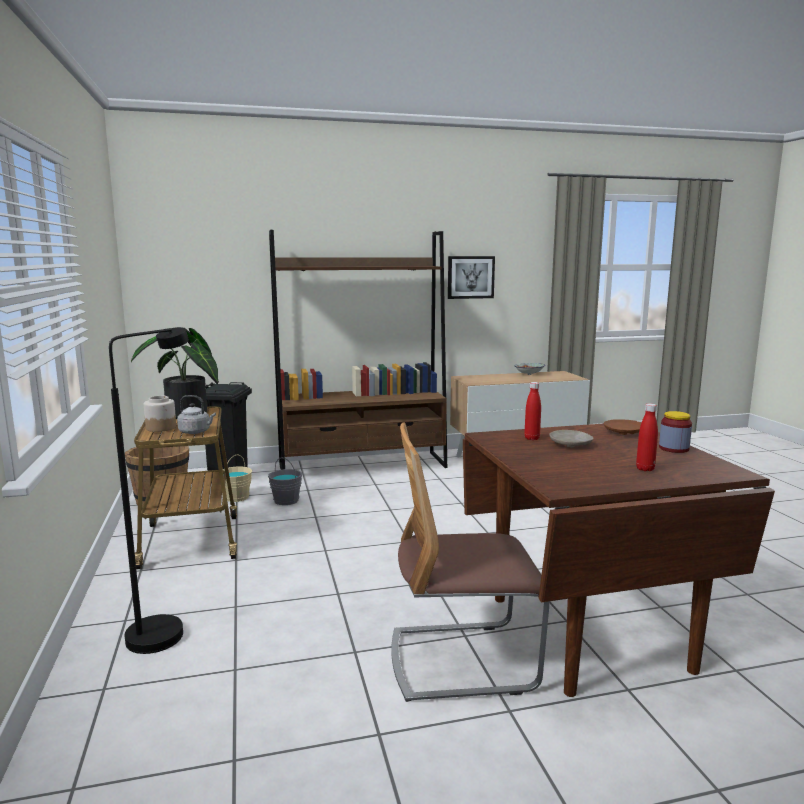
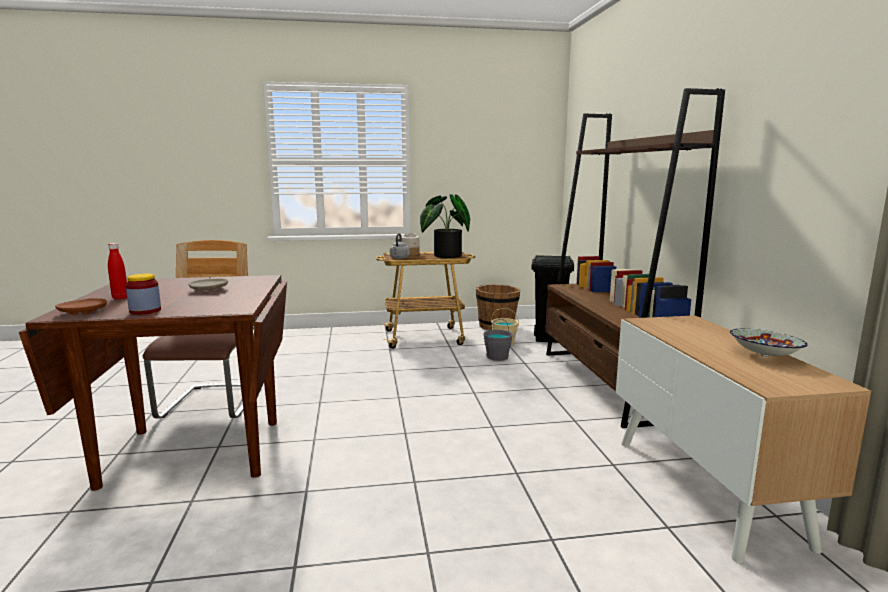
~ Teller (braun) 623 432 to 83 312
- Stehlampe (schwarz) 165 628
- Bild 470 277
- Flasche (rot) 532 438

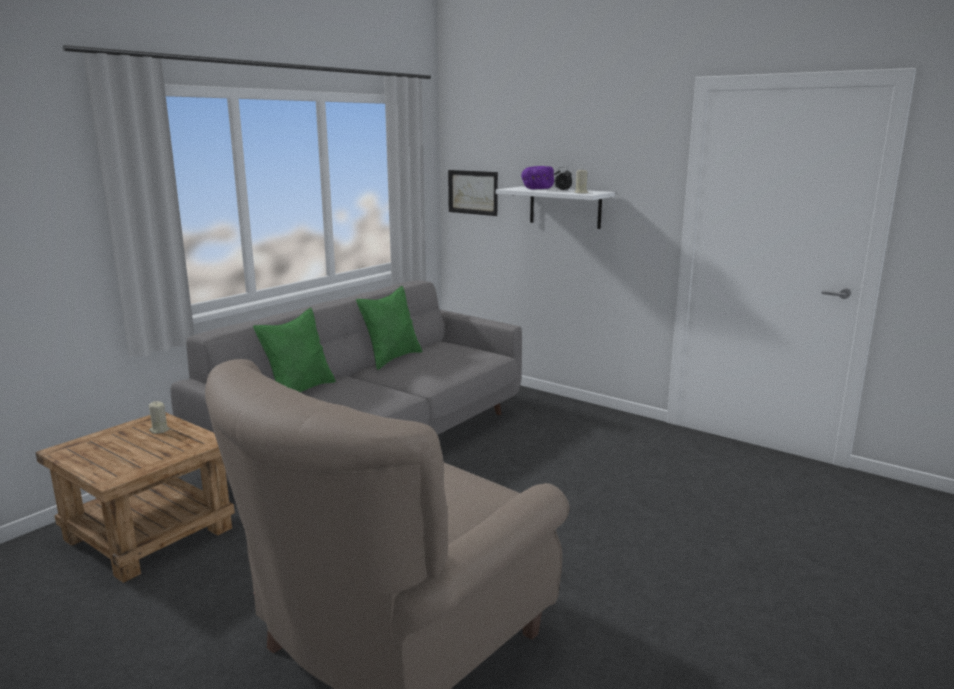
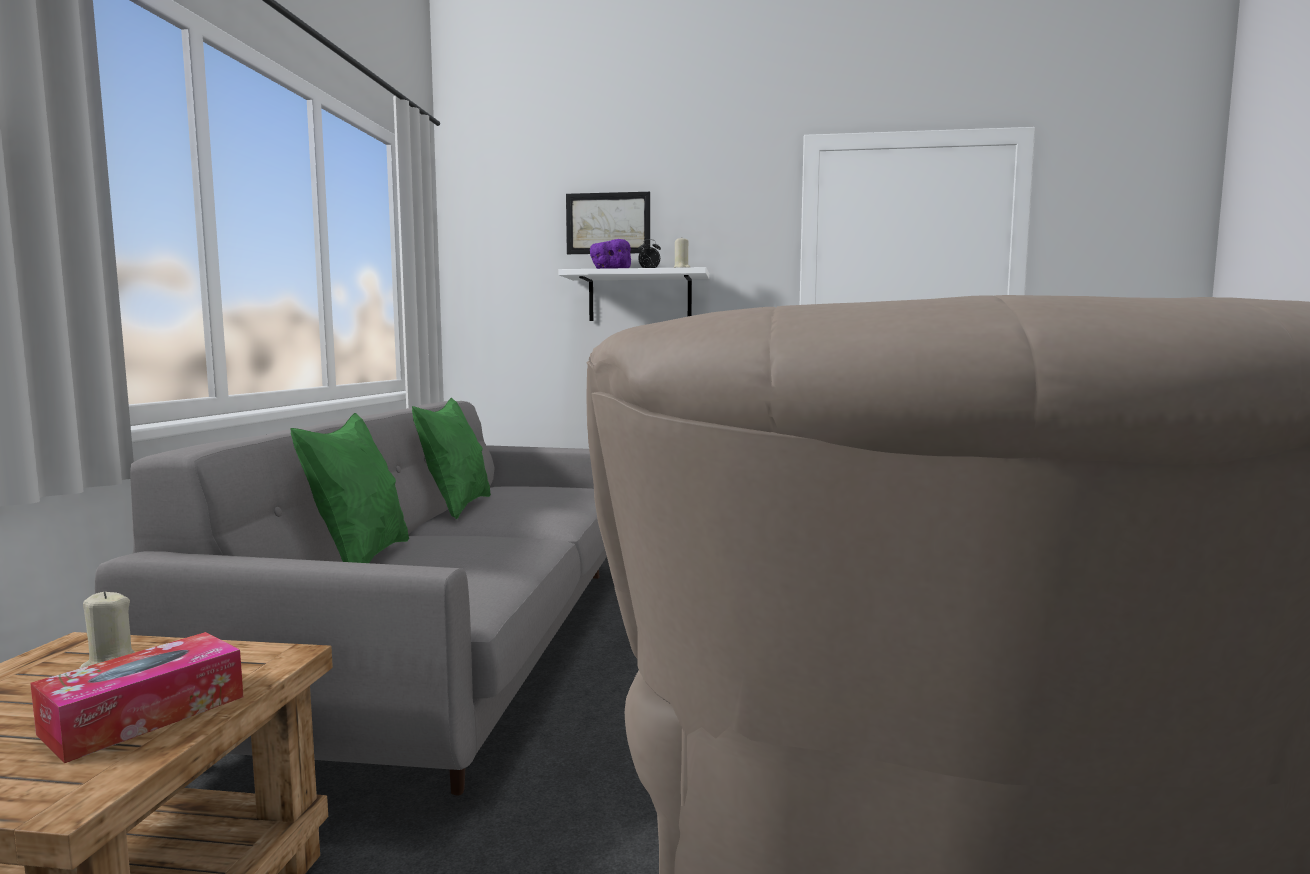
+ Taschentuchbox 145 715
~ Bild 472 192 to 608 223

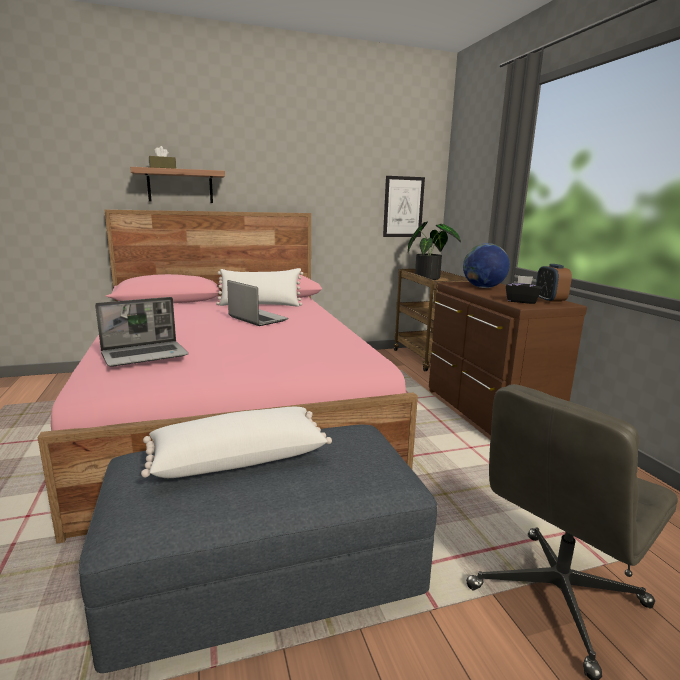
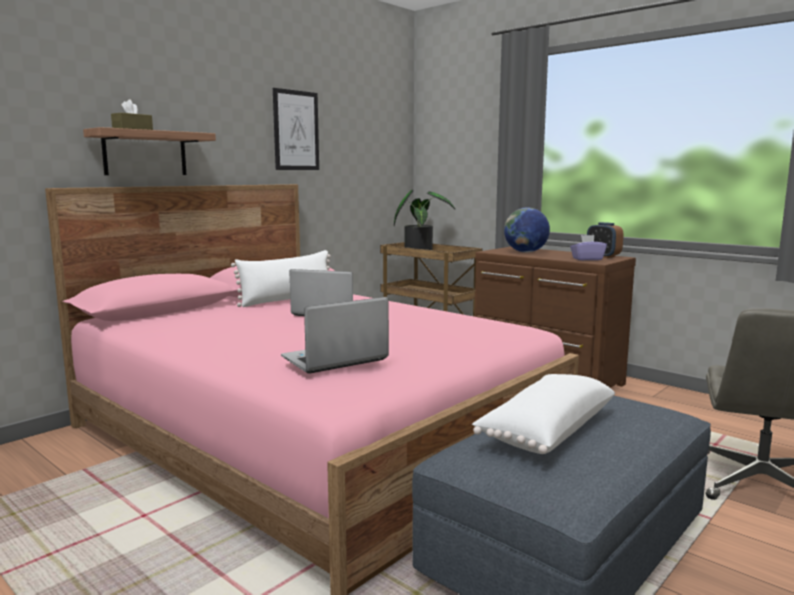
~ Bild 403 207 to 296 130
~ Laptop 146 355 = 334 360 150 degrees counterclockwise
~ Taschentuchbox (schwarz) 521 301 to Taschentuchbox (lila) 587 259

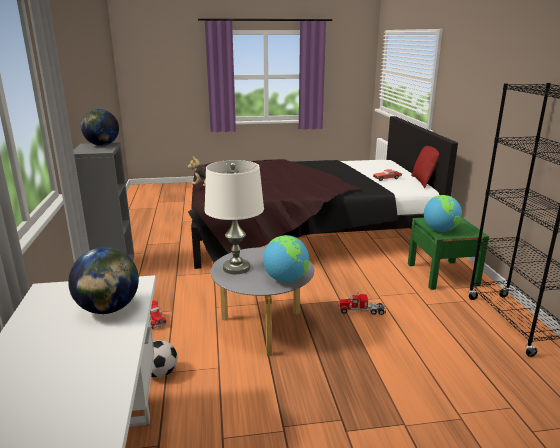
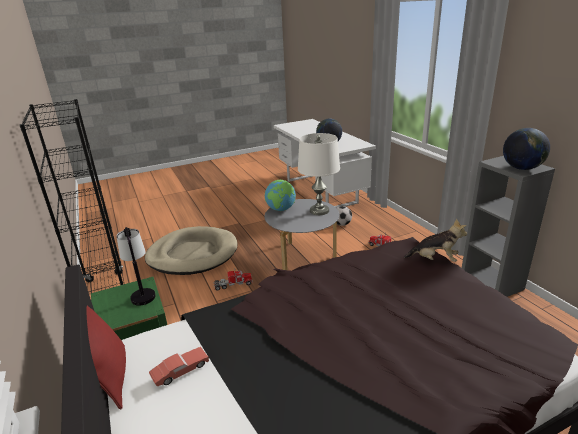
~ Globus 440 230 to Tischlampe 141 292
+ Hundebett (beige) 193 254

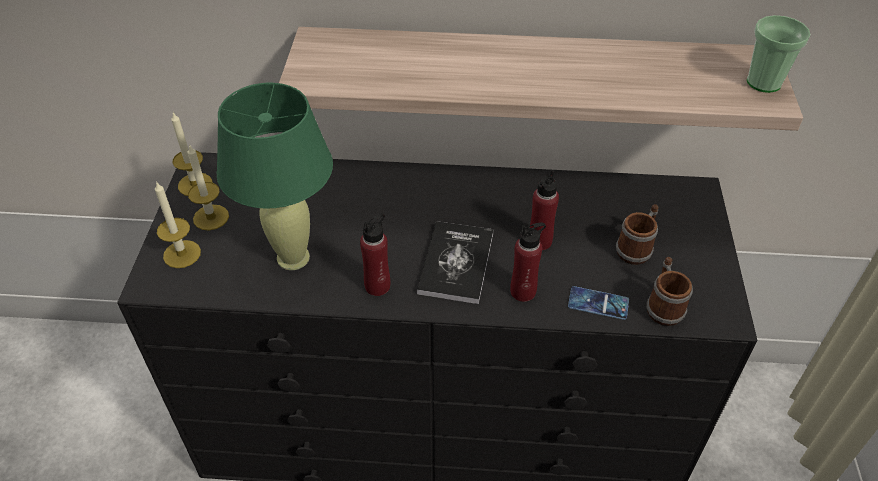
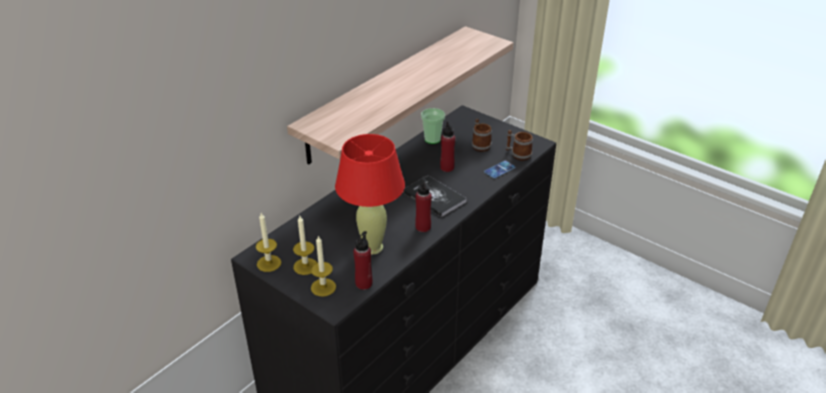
~ Tischlampe (grün) 293 257 to Tischlampe (rot) 372 247
~ Flasche (rot) 523 291 to 364 283
~ Tasse 763 82 to 432 139

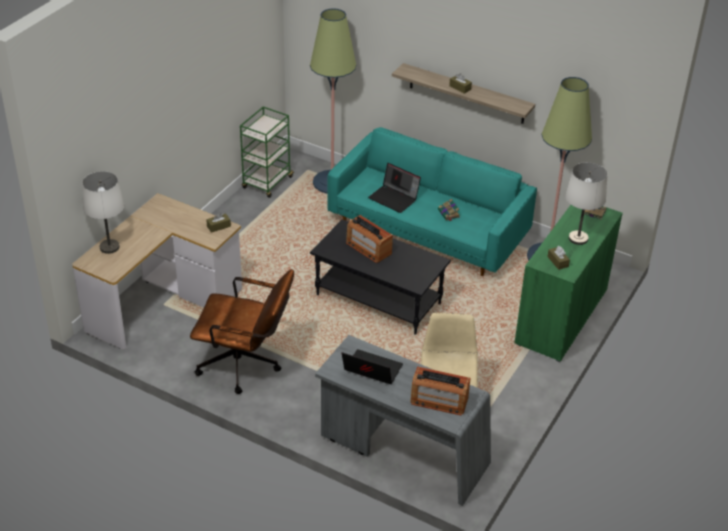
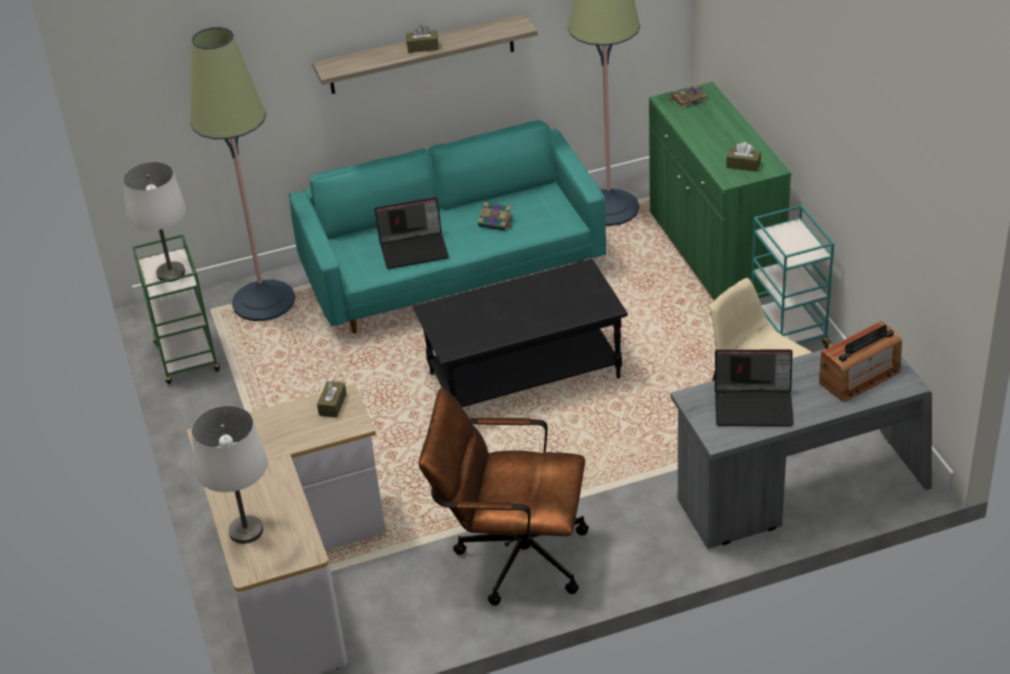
~ Tischlampe (weiß) 578 239 to 171 273
~ Bürostuhl (braun) 246 365 = 511 556 135 degrees counterclockwise
~ Laptop 371 370 = 754 405 150 degrees counterclockwise
+ Rollwagen (türkis) 787 333
- Radio 368 248

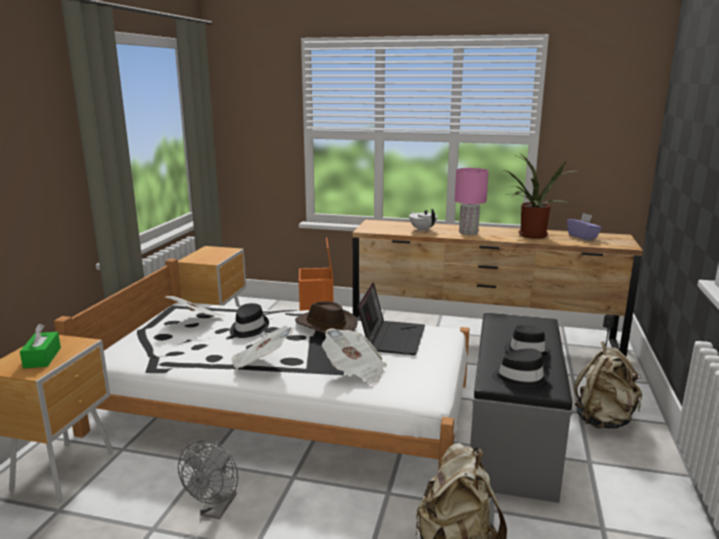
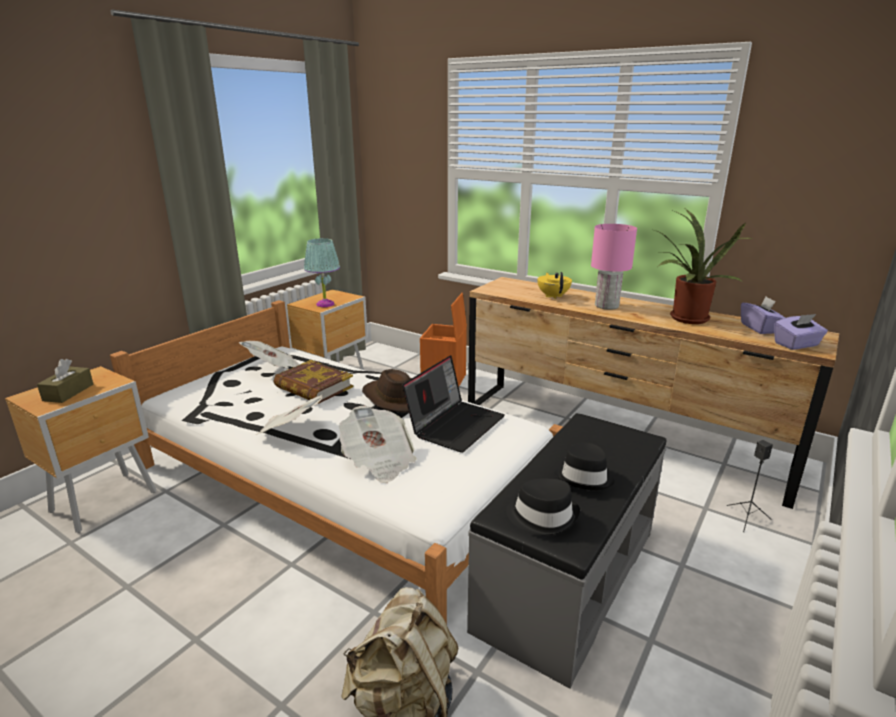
~ Taschentuchbox (grün) 42 357 to Taschentuchbox (braun) 68 392
~ Hut (schwarz) 248 328 to Buch 313 387
+ Tischlampe (türkis) 325 304
~ Teekanne (weiß) 422 230 to Teekanne (gelb) 553 296
+ Taschentuchbox (lila) 796 345
- Ventilator (grau) 216 510
- Rucksack (beige) 604 420

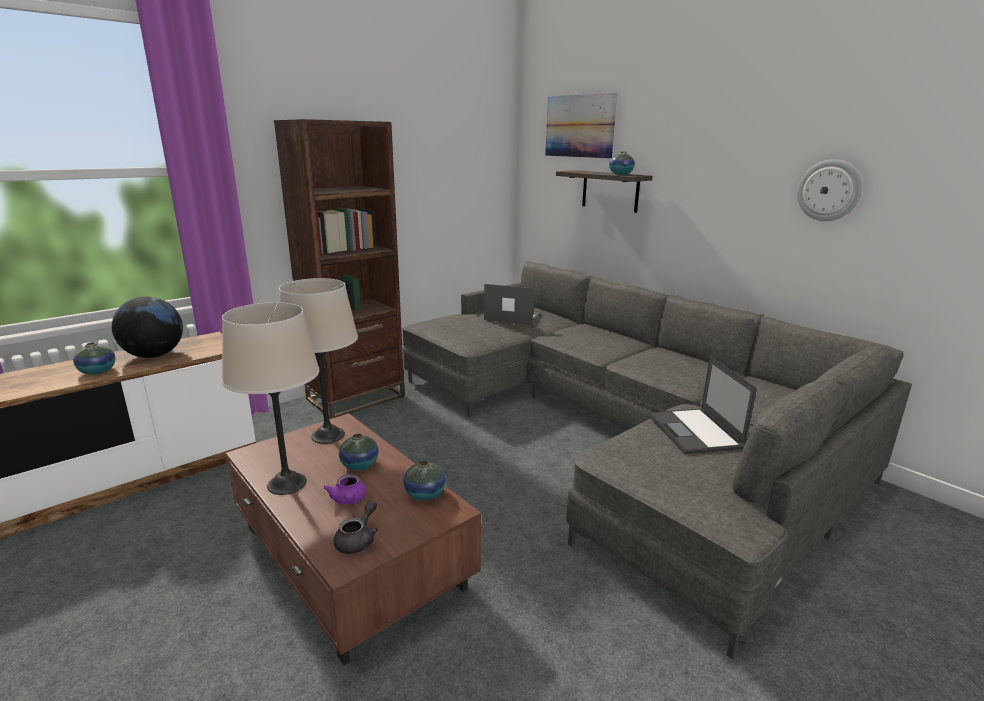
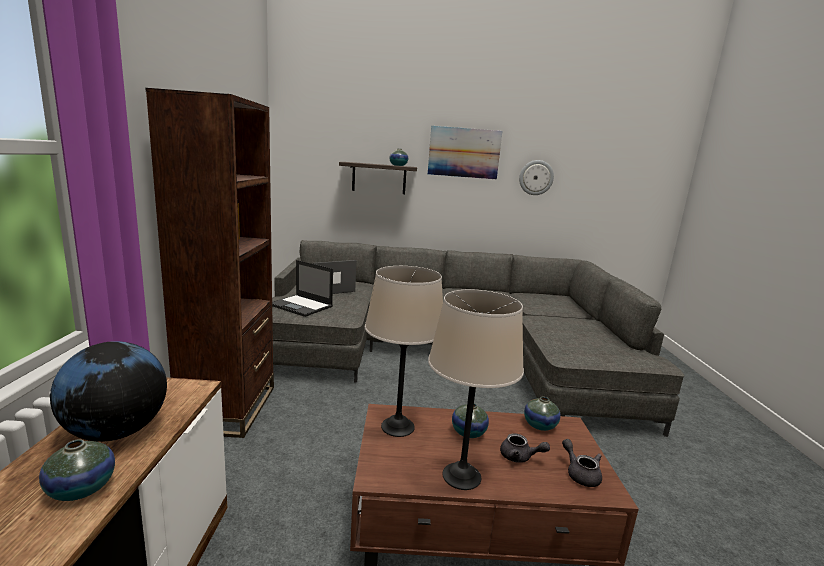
~ Laptop 695 432 to 301 306
~ Bild 579 126 to 464 152
~ Teekanne (lila) 348 500 to Teekanne (grau) 520 457

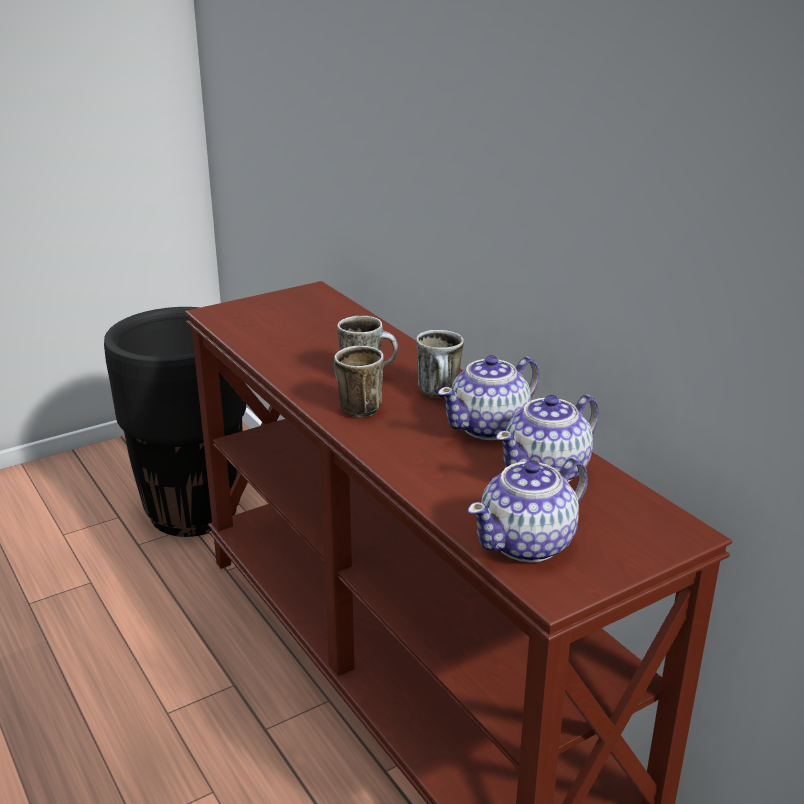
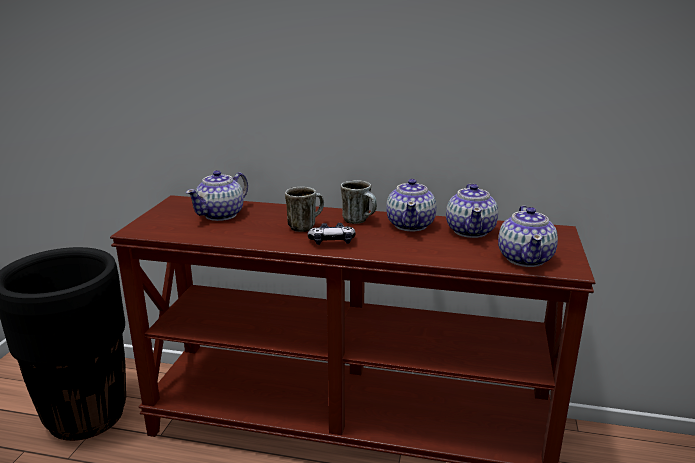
+ Teekanne 221 215
~ Henkelbecher 354 407 to Gamepad 332 242

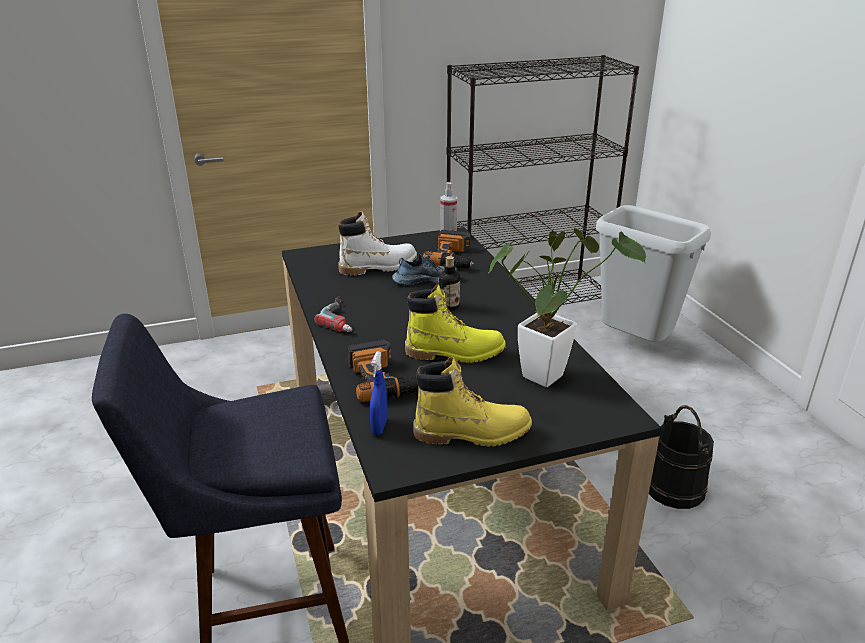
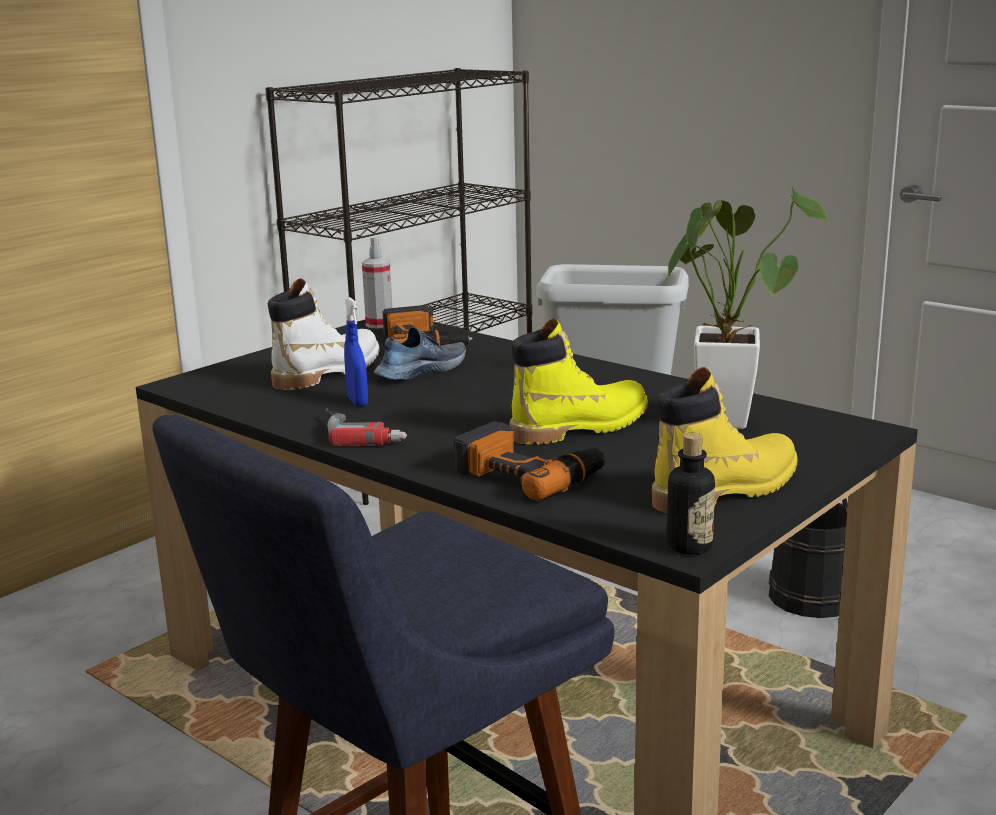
~ Sprühflasche (blau) 379 426 to 357 402
~ Flasche 449 306 to 689 546

